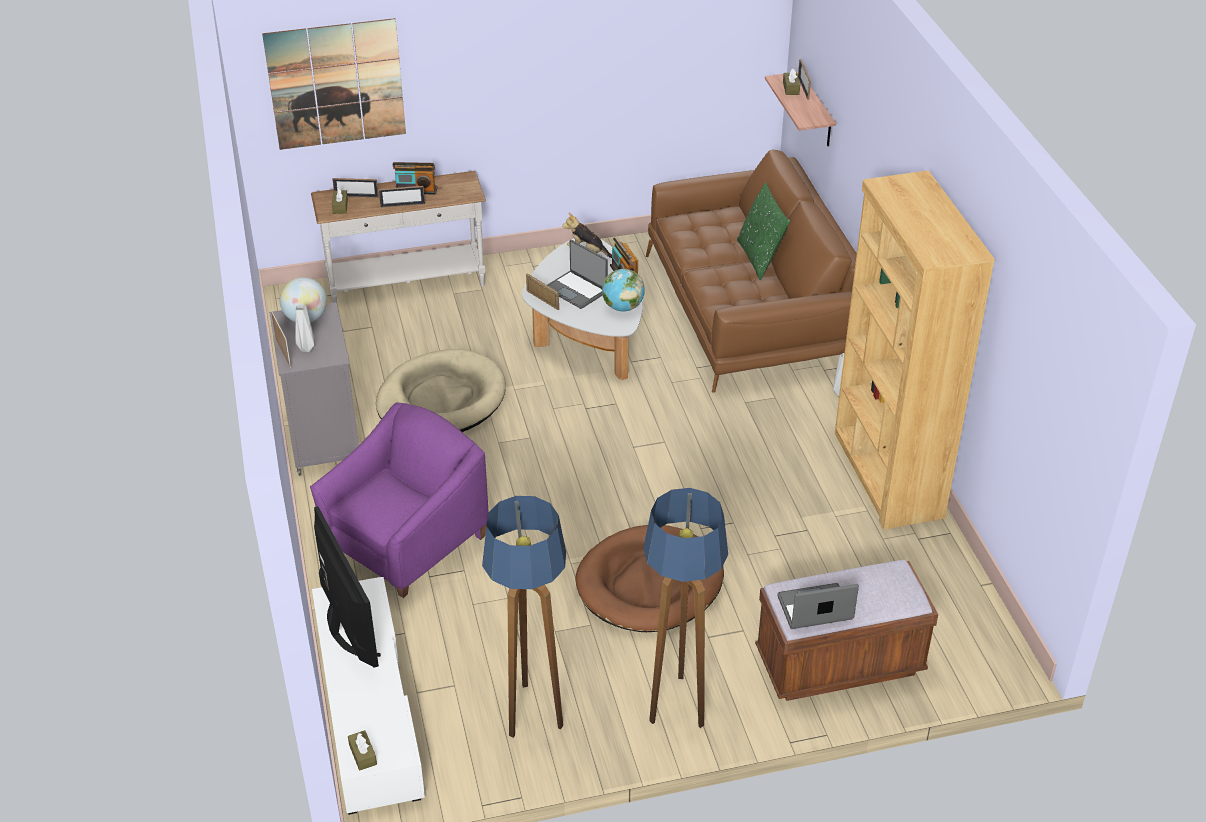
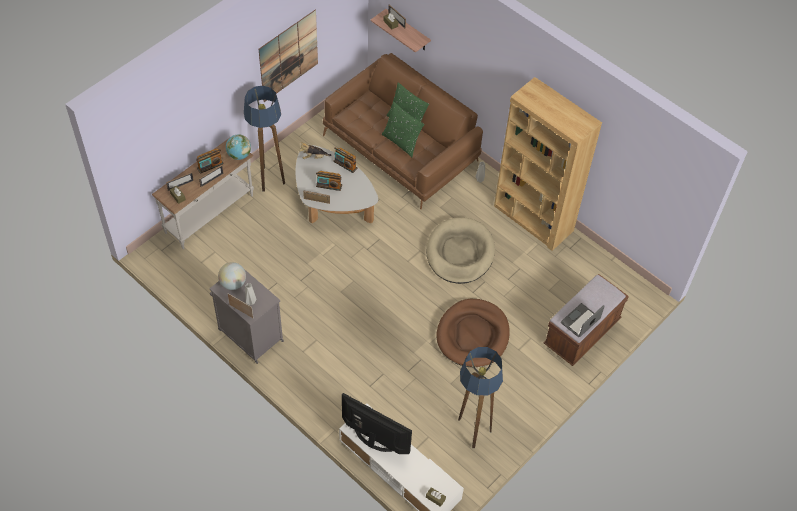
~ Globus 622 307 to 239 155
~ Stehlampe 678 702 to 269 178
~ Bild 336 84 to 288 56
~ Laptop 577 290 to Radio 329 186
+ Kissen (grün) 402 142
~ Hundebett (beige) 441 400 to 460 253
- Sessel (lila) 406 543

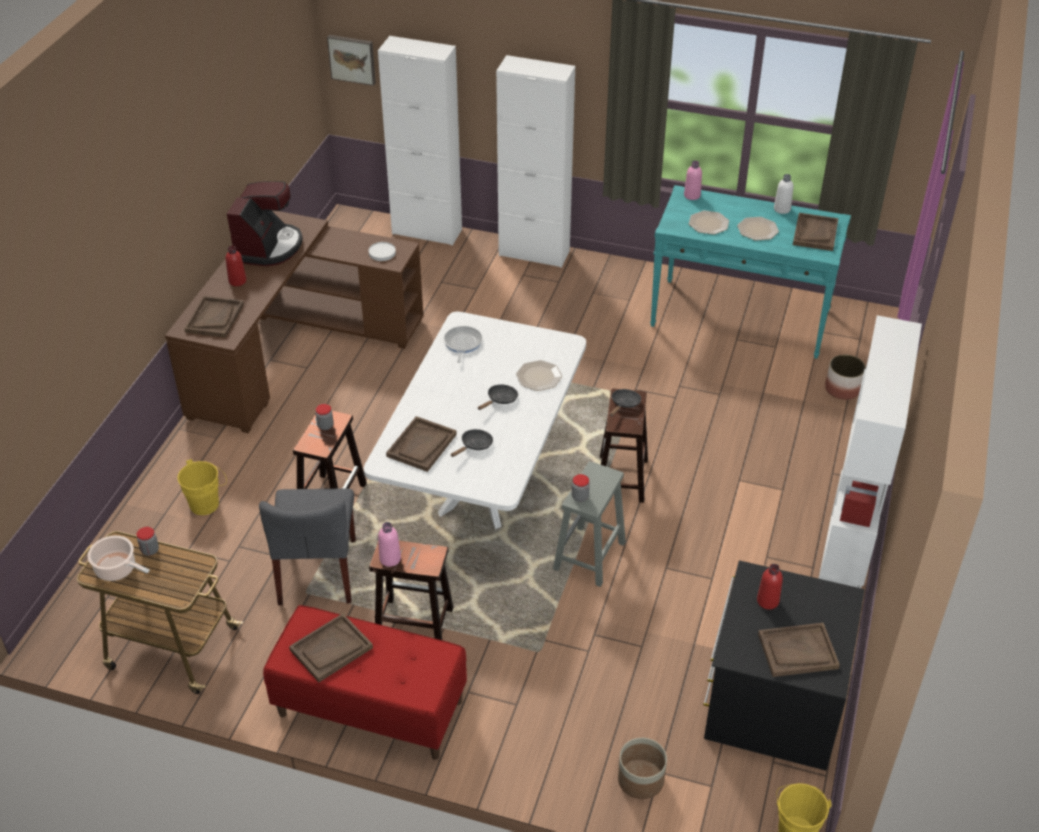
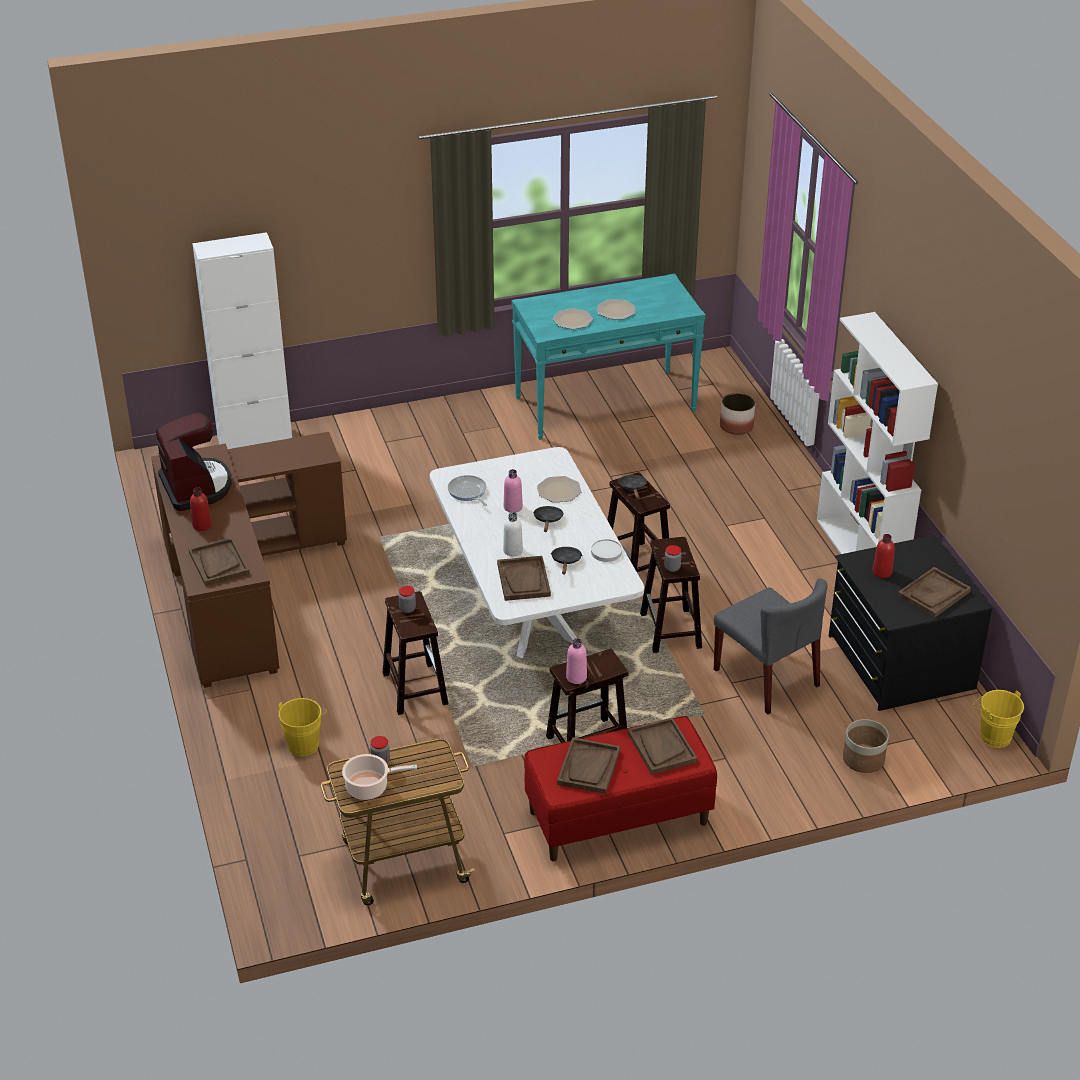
~ Flasche (weiß) 782 209 to 513 550
~ Flasche (rosa) 692 195 to 513 507
~ Teller (weiß) 382 253 to 606 552
~ Tablett (braun) 815 233 to 661 747
~ Hocker (grau) 589 557 to Hocker (braun) 671 631
~ Stuhl (grau) 318 572 to 766 678
- Bild 352 59
- Schrank (weiß) 534 253

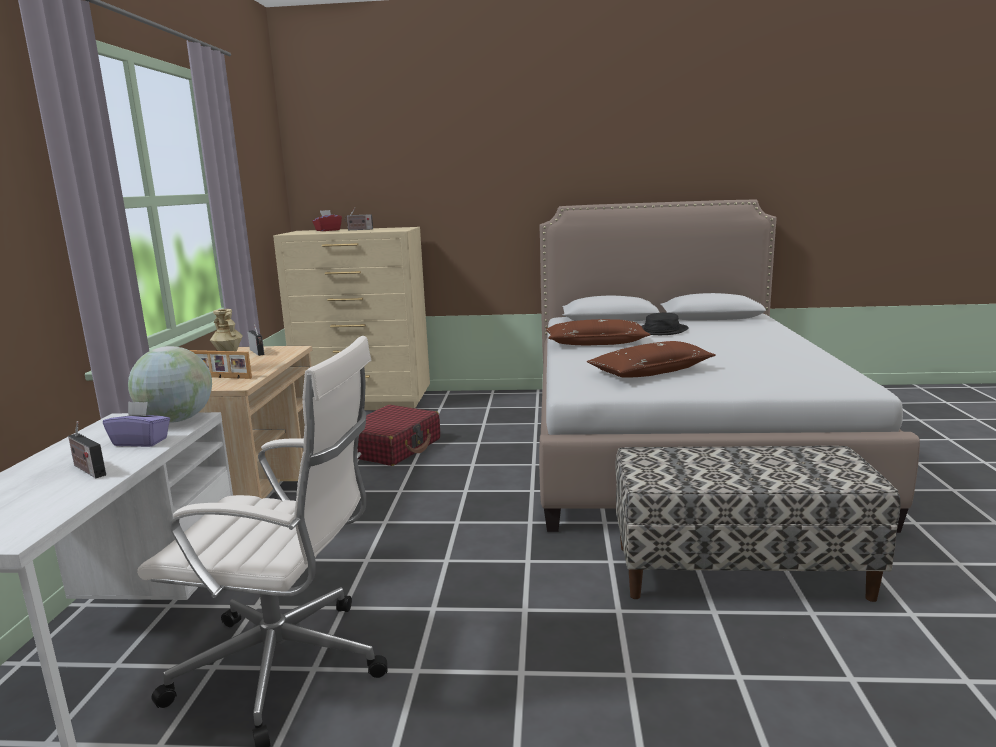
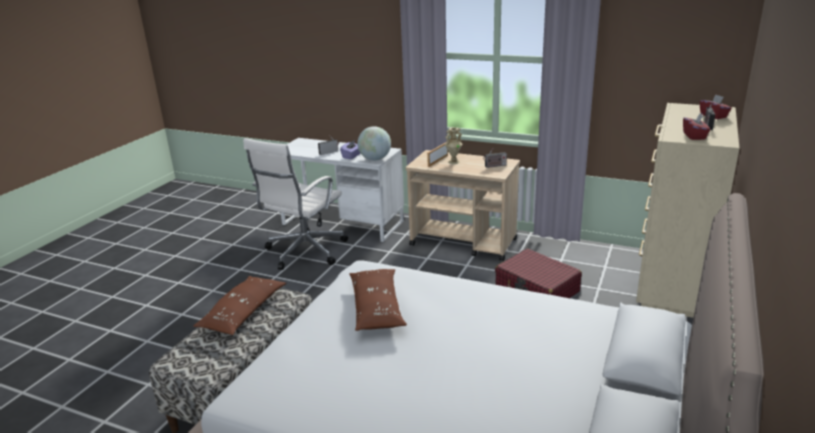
~ Kissen (braun) 596 343 to 243 313
+ Taschentuchbox (rot) 694 136
- Hut (schwarz) 661 330

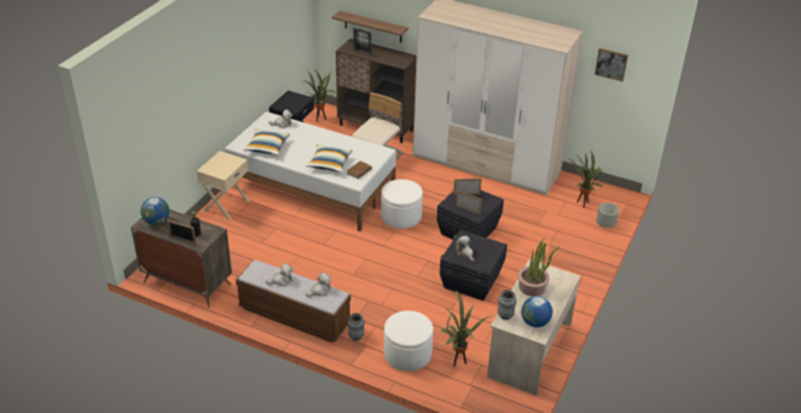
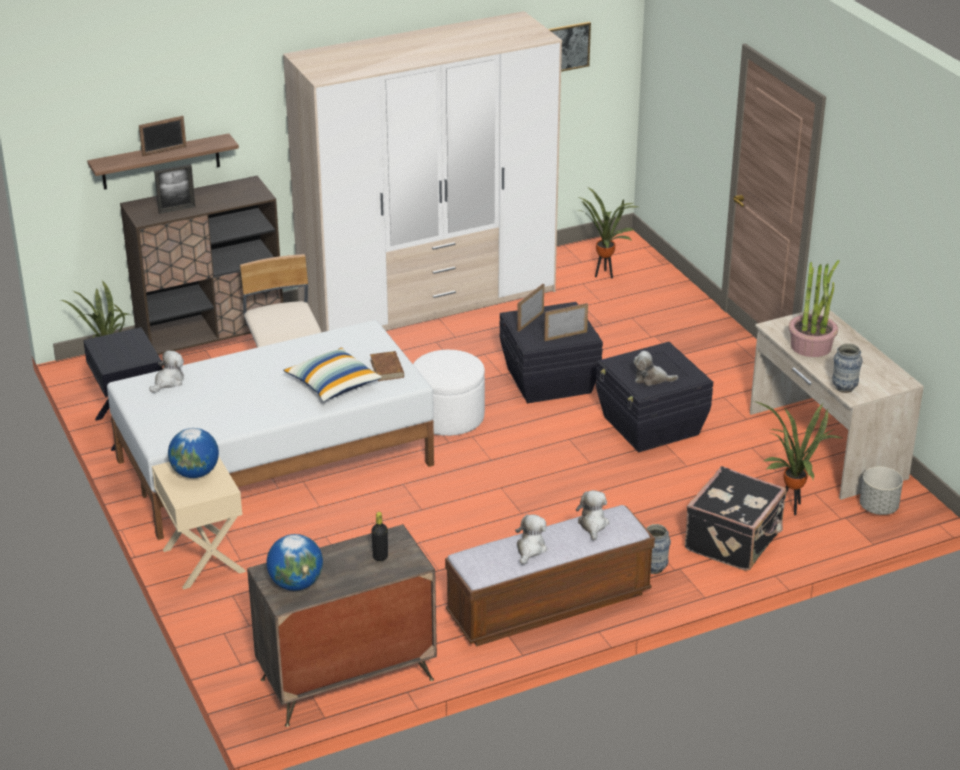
~ Bilderrahmen 182 240 to 164 151
~ Globus 535 322 to 195 473
~ Polsterhocker (weiß) 407 354 to Koffer (schwarz) 735 541
~ Pflanzkübel (grau) 605 224 to 878 508
- Kissen 267 147

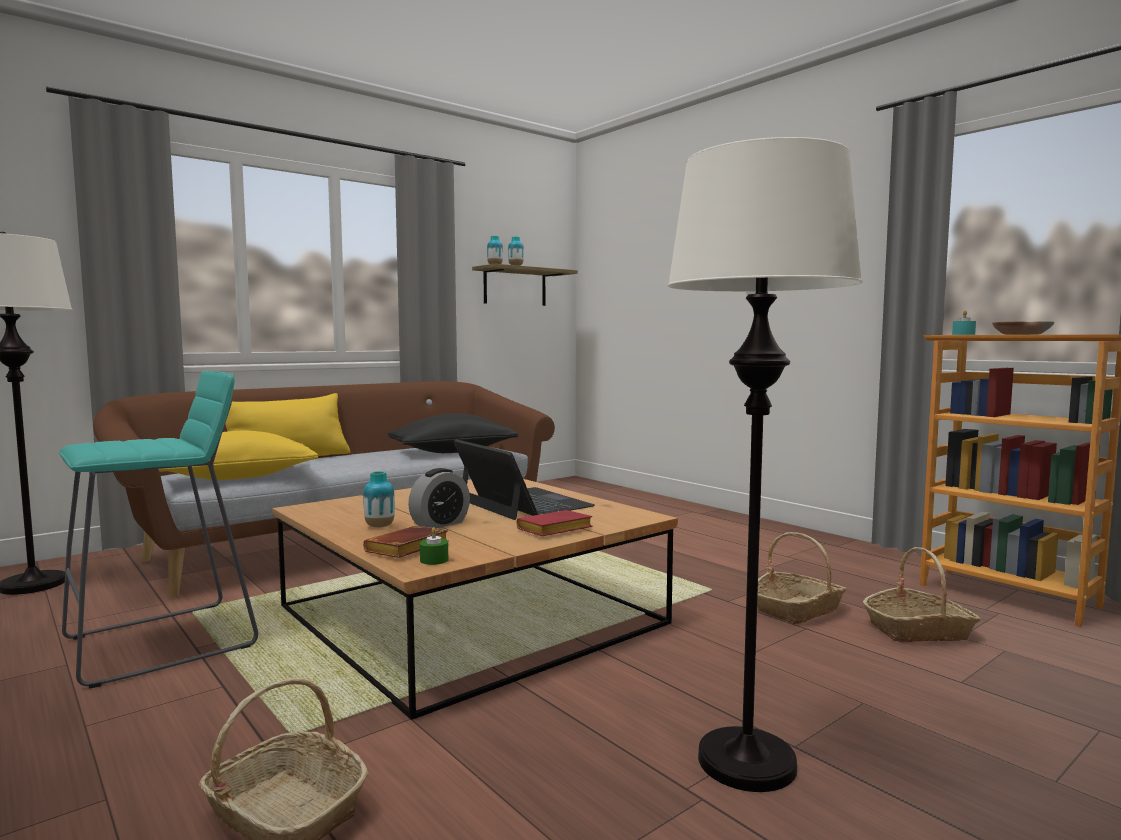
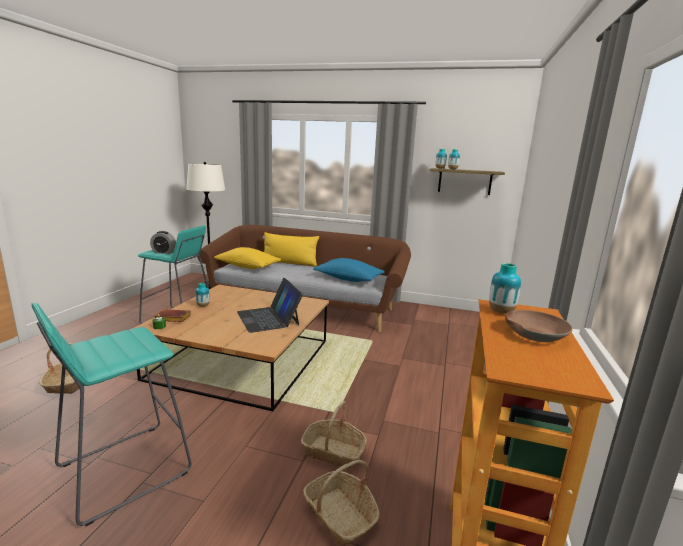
~ Stehlampe (weiß) 746 762 to Hocker (türkis) 123 469
~ Wecker 440 524 to 164 252
~ Laptop 523 503 = 268 318 135 degrees clockwise
~ Kissen (schwarz) 453 452 to Kissen (blau) 348 279
~ Kerze (türkis) 963 334 to Vase 501 312
- Buch (rot) 554 530

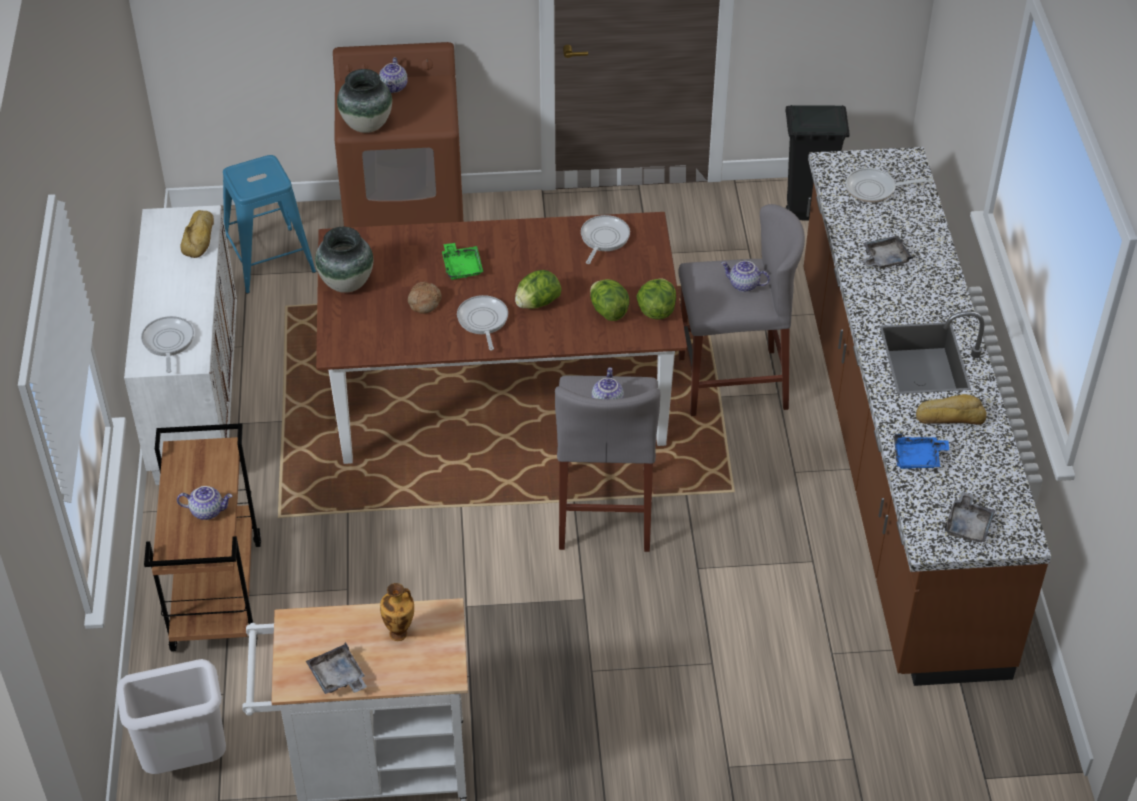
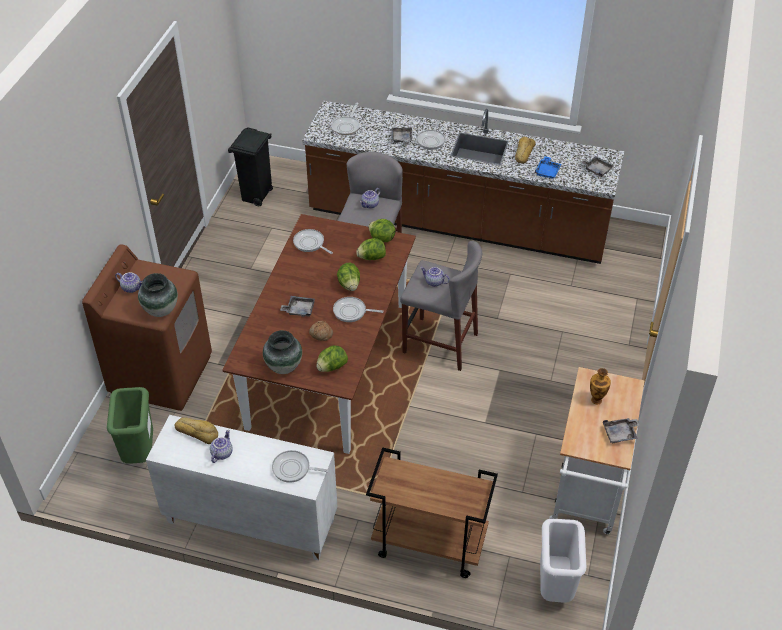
~ Hocker (blau) 269 260 to Mülleimer (grün) 139 452
~ Teekanne 207 510 to 221 453
~ Tablett (grün) 462 267 to Tablett (grau) 299 309
+ Salatkopf 332 367
+ Pfanne 431 140

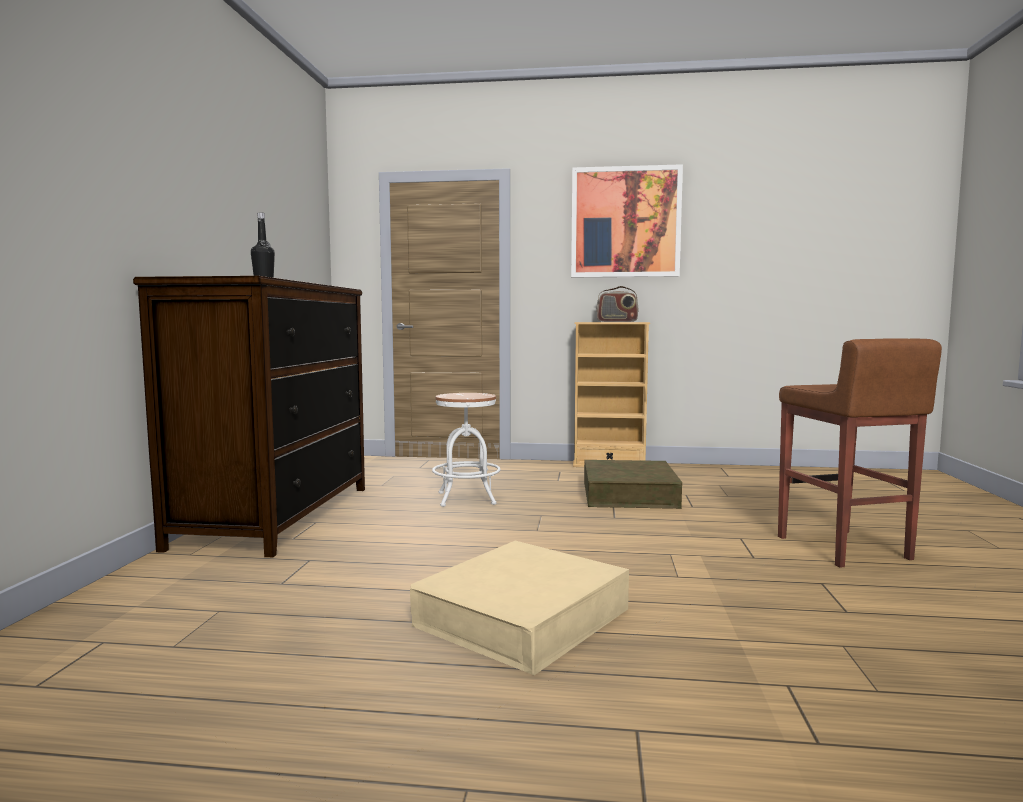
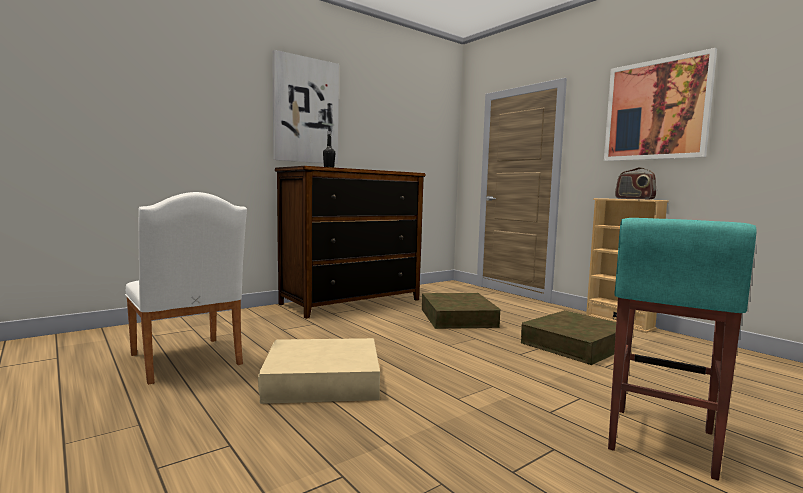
+ Stuhl (weiß) 187 362
+ Bild 305 110
~ Hocker (weiß) 466 498 to Aufbewahrungsbox (braun) 458 318
~ Hocker (braun) 842 548 to Hocker (türkis) 660 440

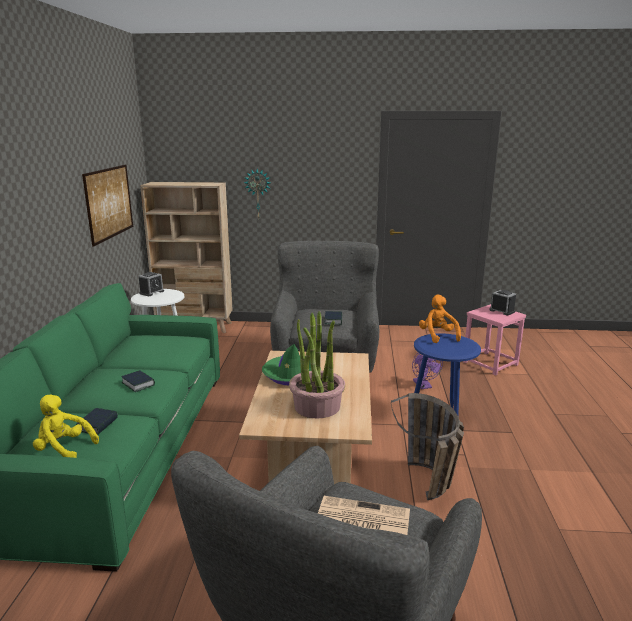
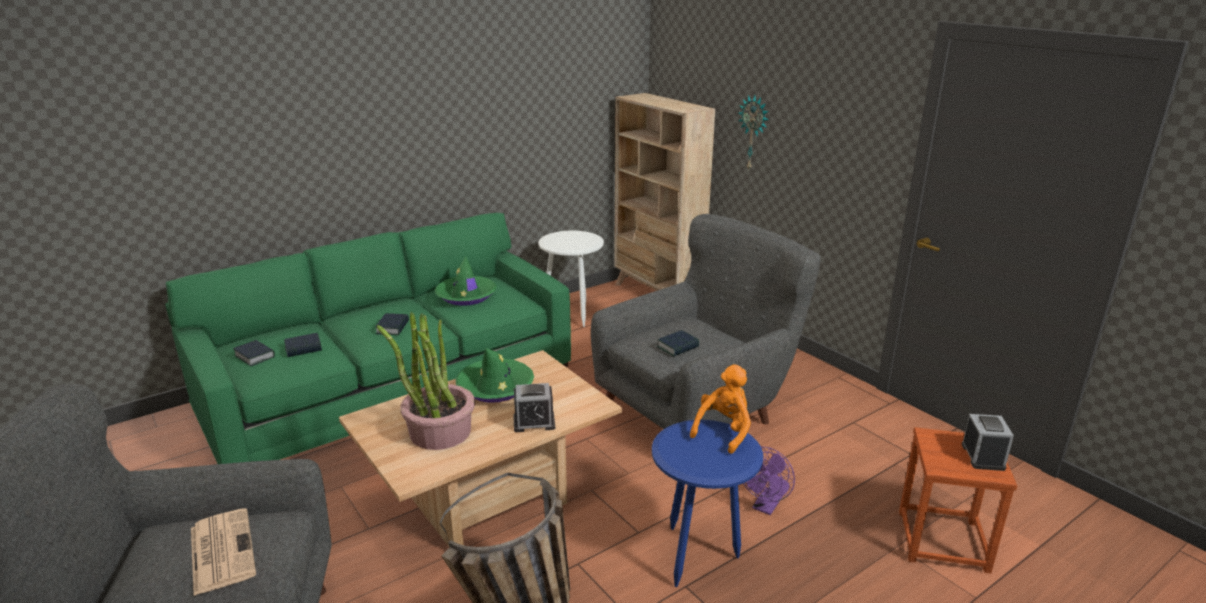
~ Plüschtier (gelb) 64 449 to Buch 255 356
+ Hut (grün) 466 296
~ Wecker 151 292 to 534 422
~ Hocker (rosa) 490 363 to Hocker (braun) 941 540
- Bild 109 203

